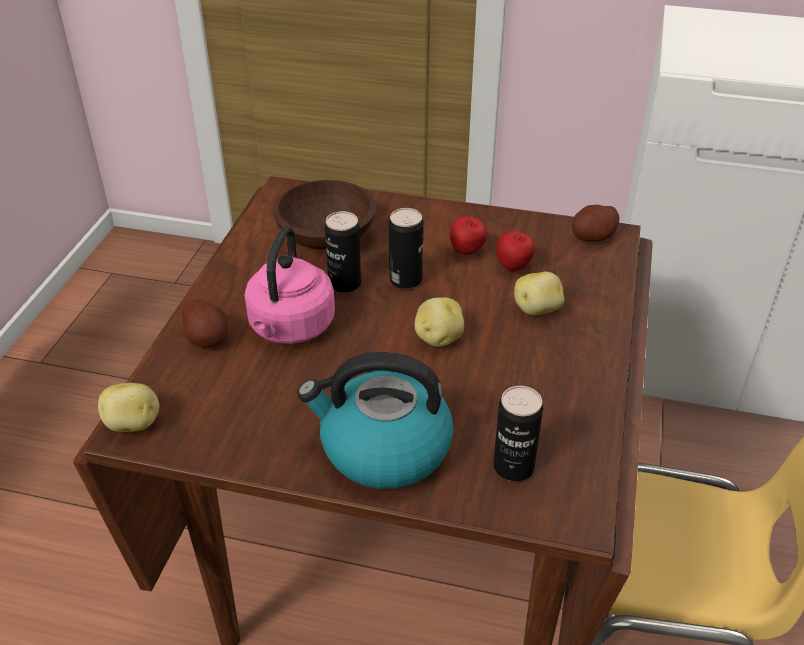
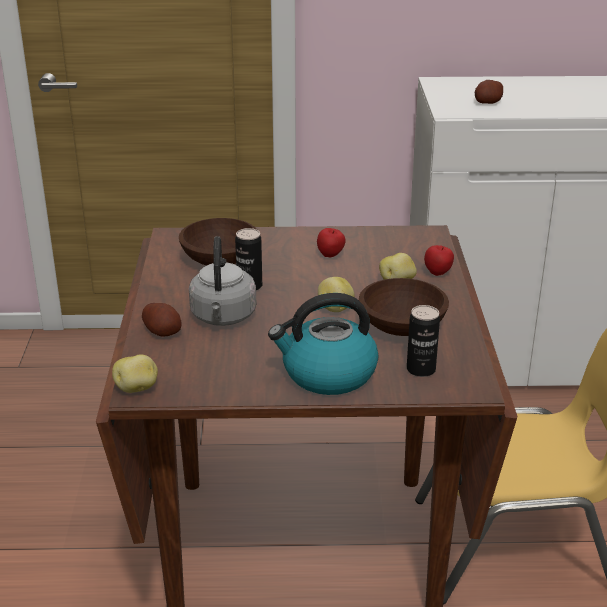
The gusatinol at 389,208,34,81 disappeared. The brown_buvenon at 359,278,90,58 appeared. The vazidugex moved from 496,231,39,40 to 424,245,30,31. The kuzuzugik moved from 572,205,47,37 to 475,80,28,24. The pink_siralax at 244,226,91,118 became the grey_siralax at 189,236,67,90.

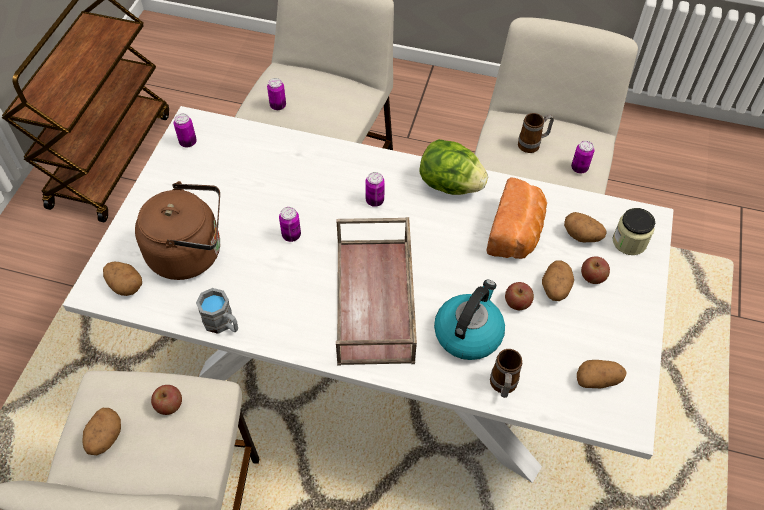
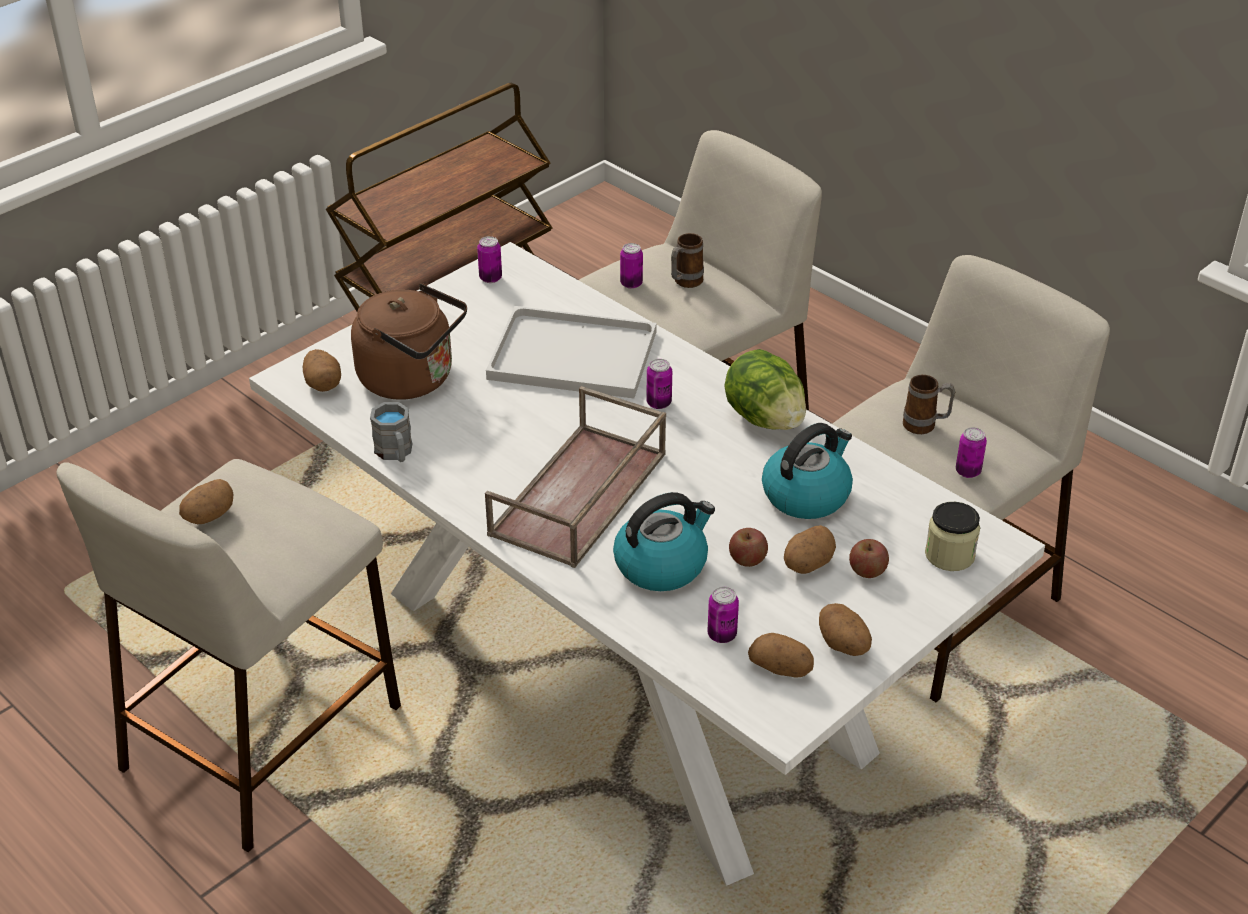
The vazidugex at 151,385,31,30 disappeared. The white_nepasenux at 486,306,171,93 appeared. The gusatinol moved from 279,207,22,35 to 707,587,32,56. The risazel moved from 490,349,32,49 to 671,233,33,55. The kuzuzugik moved from 564,212,43,30 to 819,603,53,53. The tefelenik at 487,177,60,82 was replaced by the siralax at 762,423,91,96.

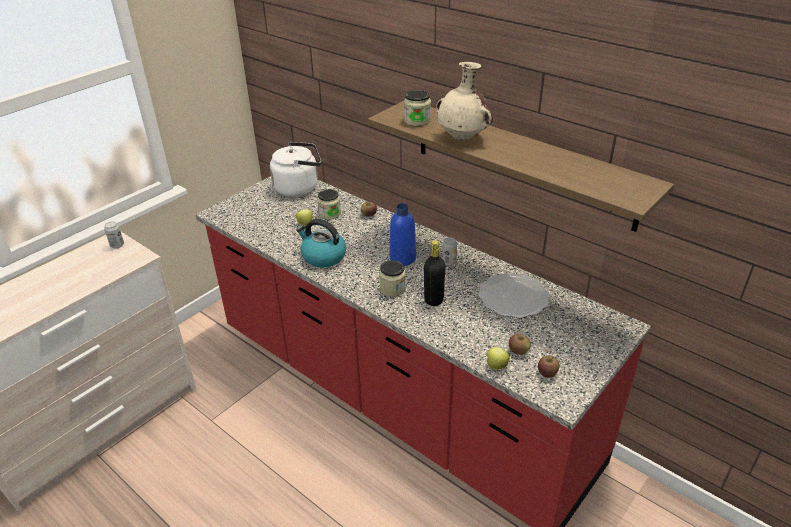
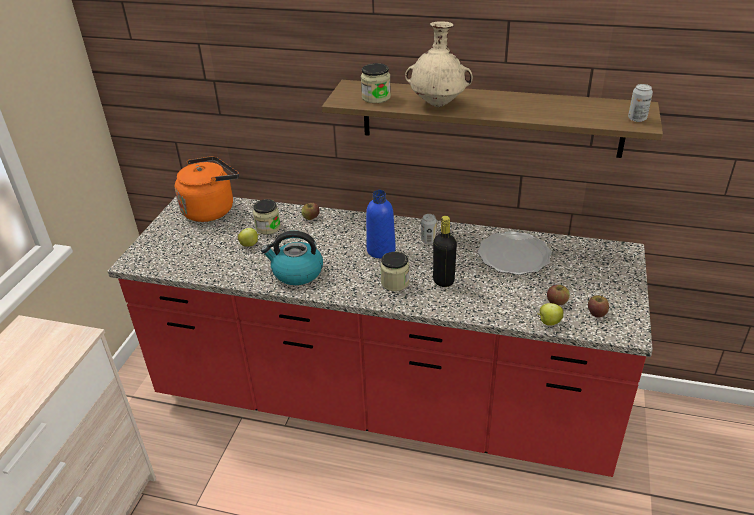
The gusatinol moved from 104,221,20,28 to 628,84,25,38. The white_siralax at 270,142,51,55 became the orange_siralax at 175,156,64,66.

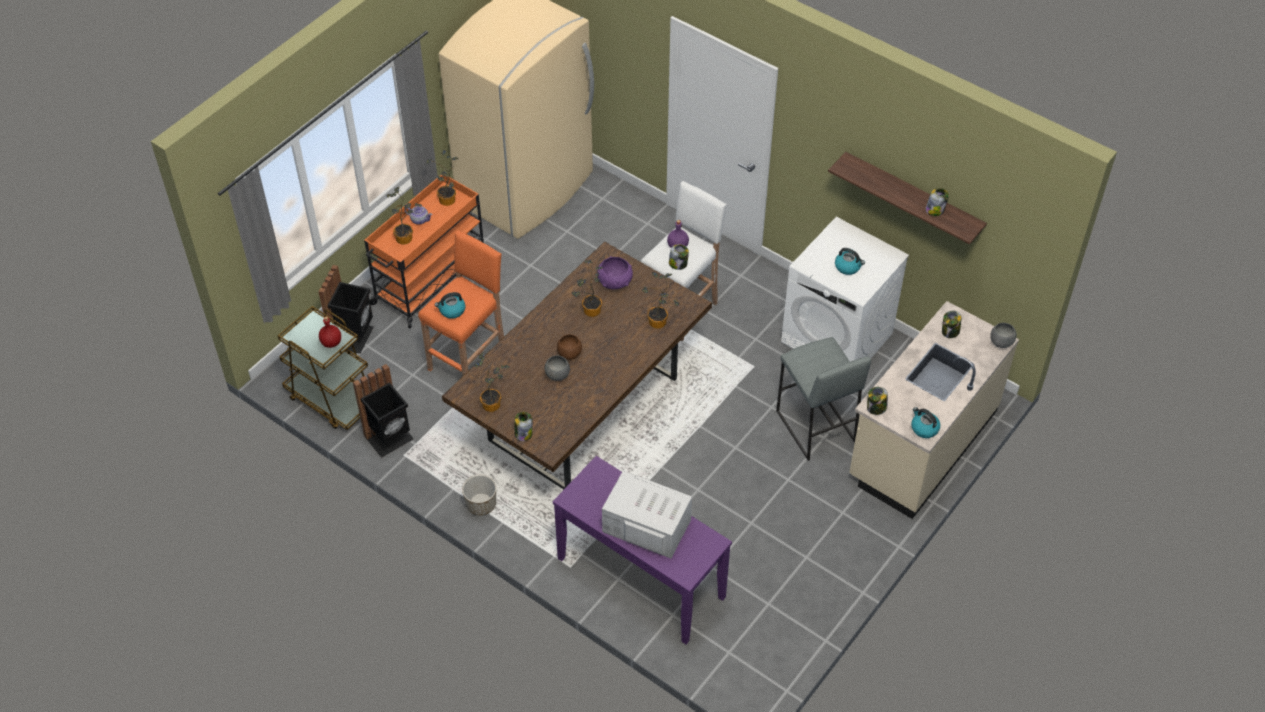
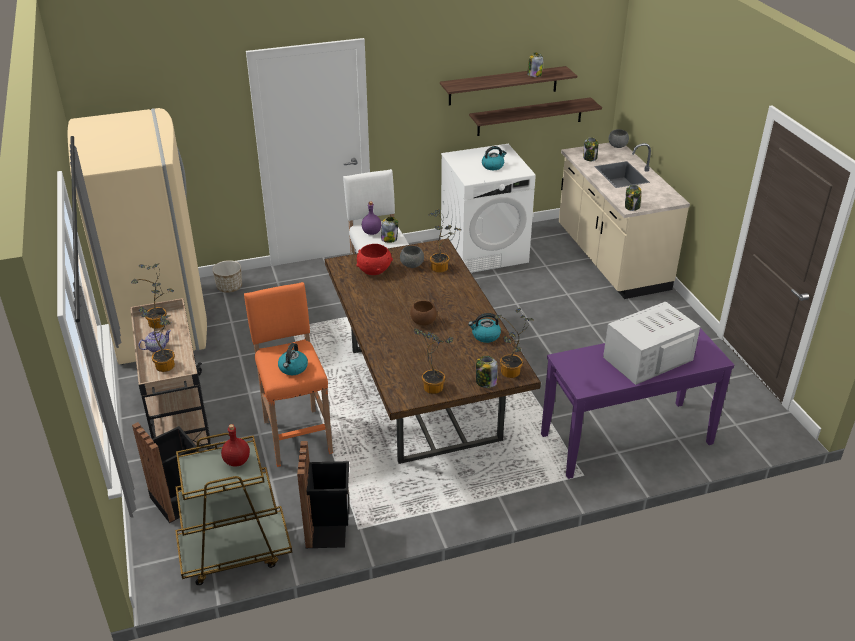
The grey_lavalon at 776,337,95,124 disappeared. The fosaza at 469,97,133,39 appeared. The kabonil moved from 462,475,34,40 to 212,260,30,33. The grey_buvenon moved from 544,355,26,26 to 400,246,24,22. The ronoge moved from 572,260,31,57 to 494,308,40,70. The siralax moved from 911,407,29,31 to 468,313,33,30. The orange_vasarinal at 364,175,128,153 became the beige_vasarinal at 130,298,85,152. The purple_buvenon at 598,256,35,33 became the red_buvenon at 356,244,37,31.

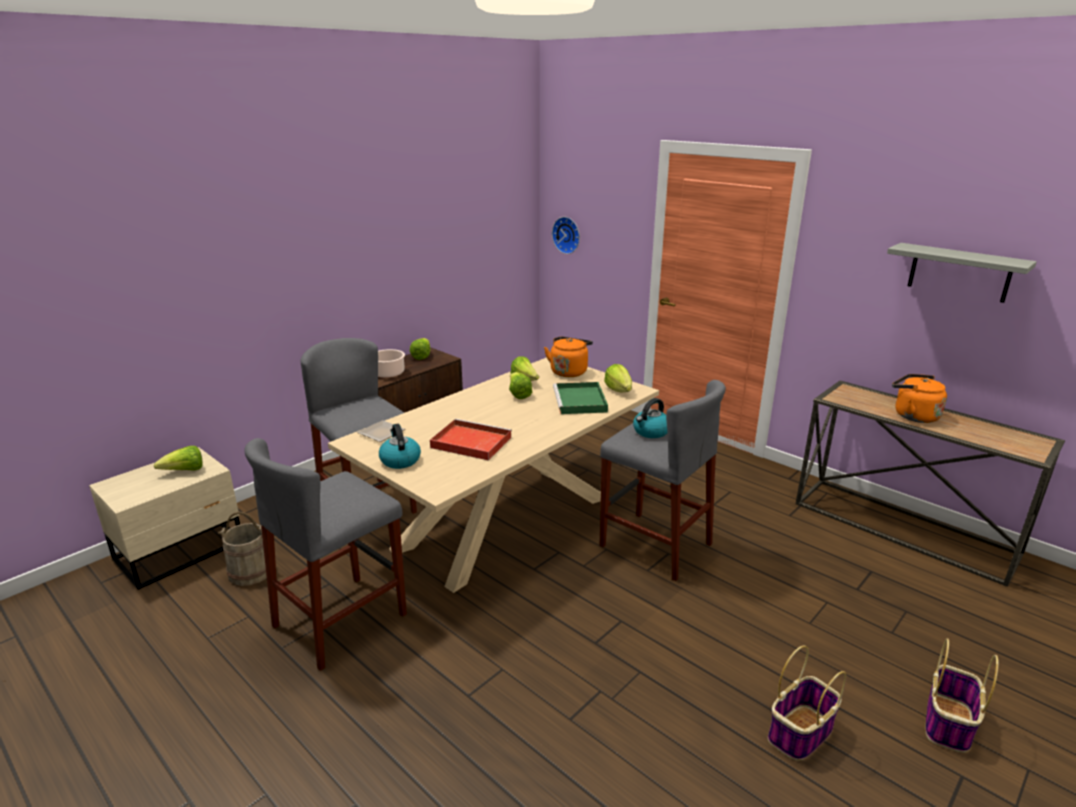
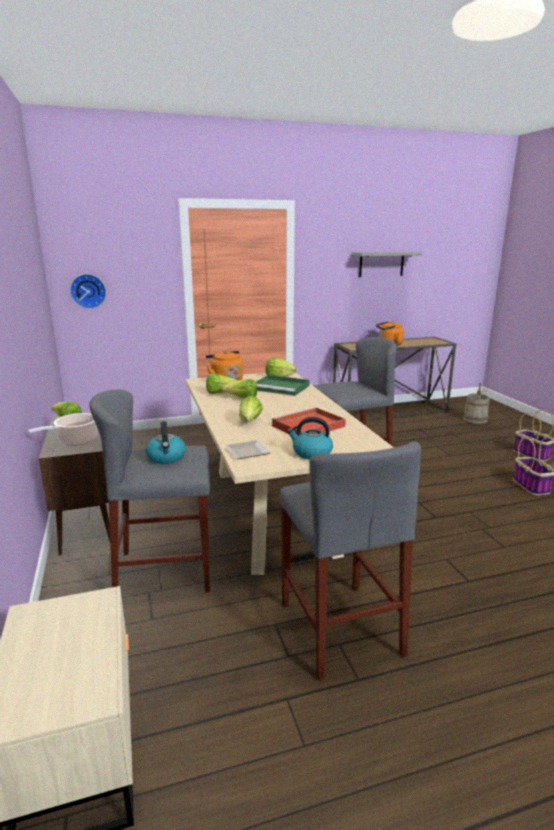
The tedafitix moved from 154,446,49,25 to 239,396,24,26. The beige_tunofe moved from 218,512,49,74 to 463,383,26,41. The siralax moved from 633,398,34,40 to 145,421,41,43.

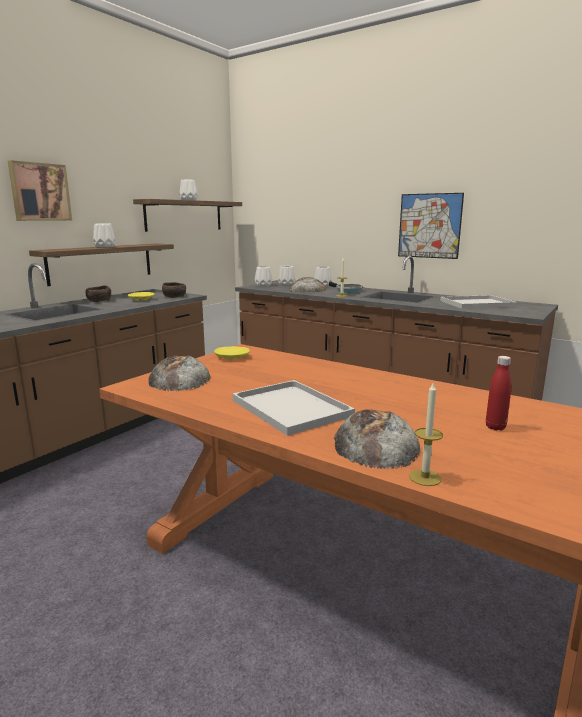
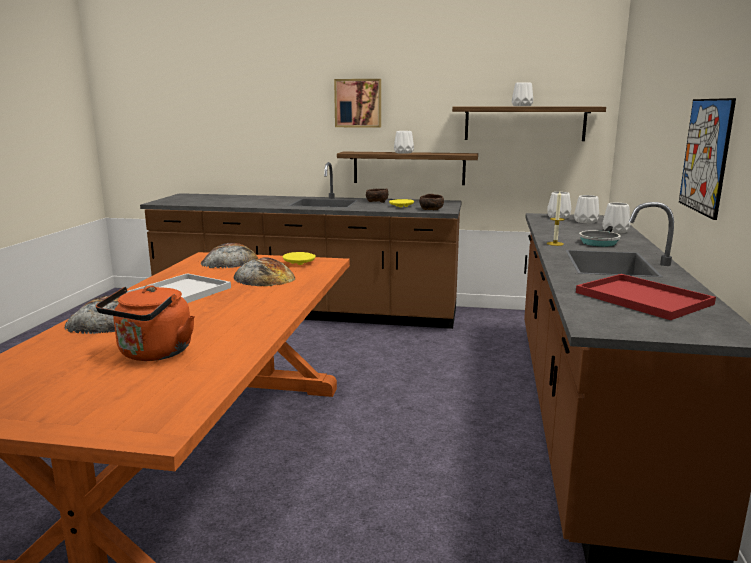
The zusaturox at 409,381,34,105 disappeared. The tefelenik moved from 288,277,39,16 to 233,257,62,29. The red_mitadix at 486,356,25,75 was replaced by the orange_siralax at 96,285,99,76. The white_nepasenux at 440,295,77,14 became the red_nepasenux at 576,274,140,46.

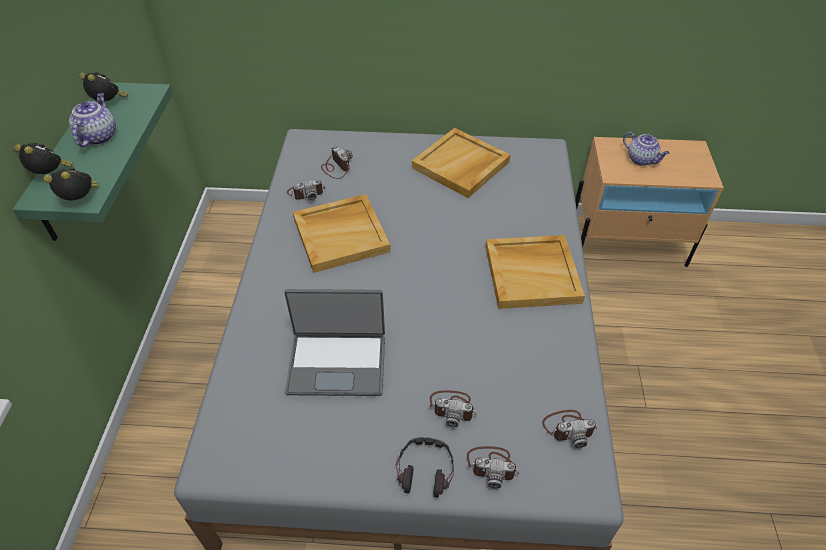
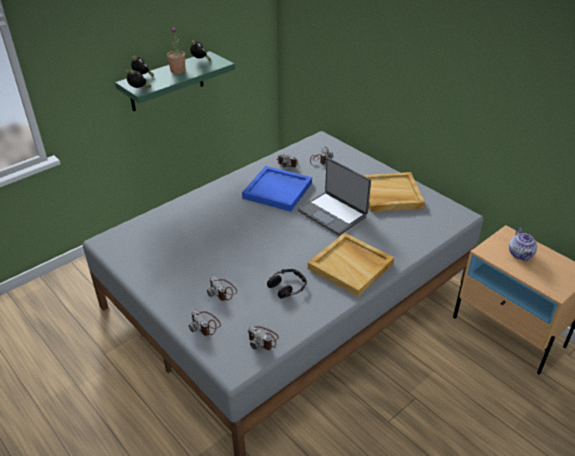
The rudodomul moved from 284,289,101,107 to 298,158,73,78. The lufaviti moved from 396,437,58,61 to 267,269,40,30. The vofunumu at 69,93,47,54 was replaced by the ronoge at 167,27,18,47. The beige_nepasenux at 293,194,98,79 became the blue_nepasenux at 242,166,70,46.

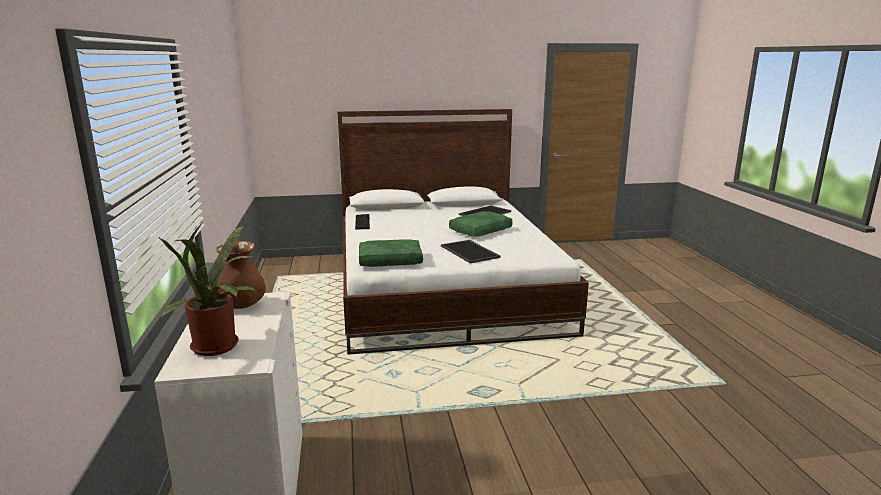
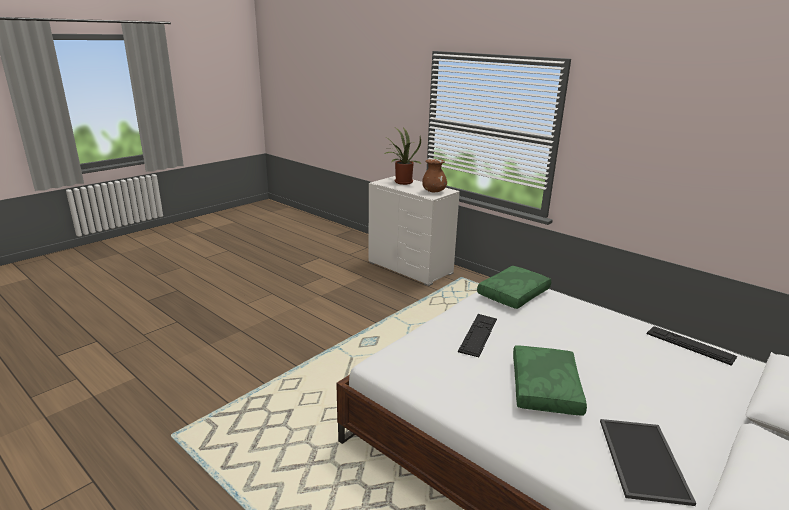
The nepasenux at 441,240,60,23 was replaced by the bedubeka at 458,314,39,43.

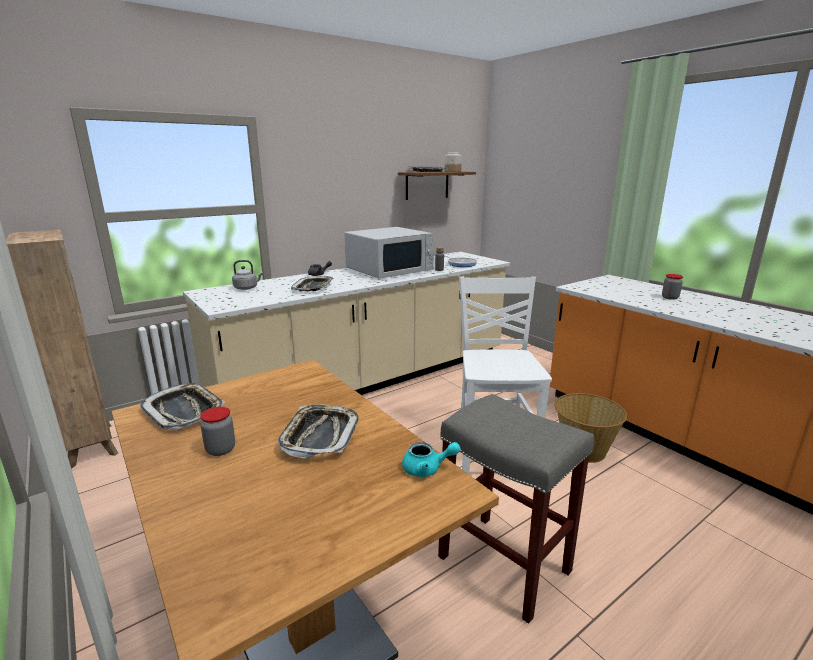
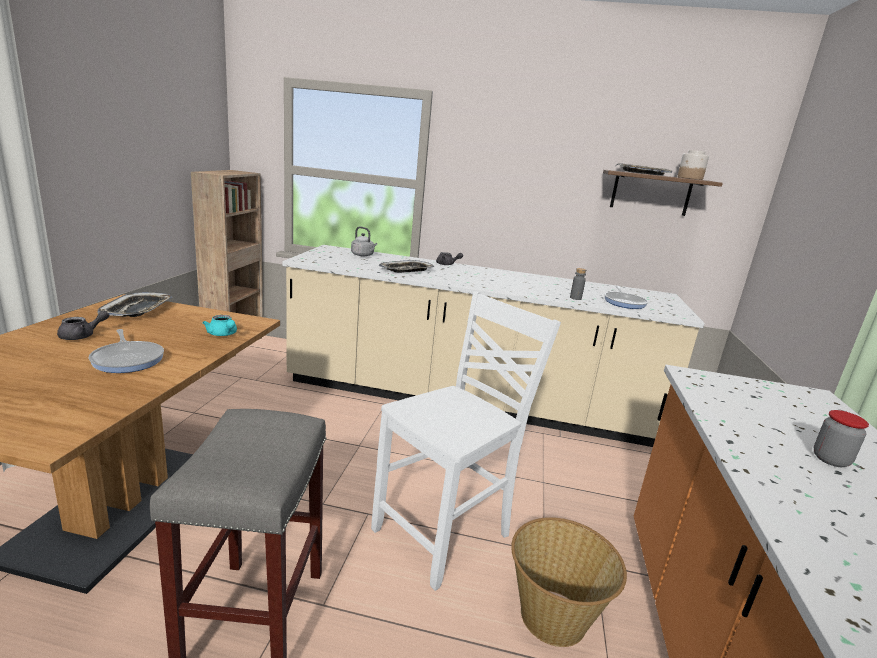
The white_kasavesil at 345,227,89,52 disappeared. The turquoise_vofunumu moved from 402,442,59,35 to 202,315,35,21. The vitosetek at 200,407,35,49 was replaced by the grey_vofunumu at 57,310,52,30. The nepasenux at 278,404,80,55 was replaced by the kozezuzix at 89,329,75,44.

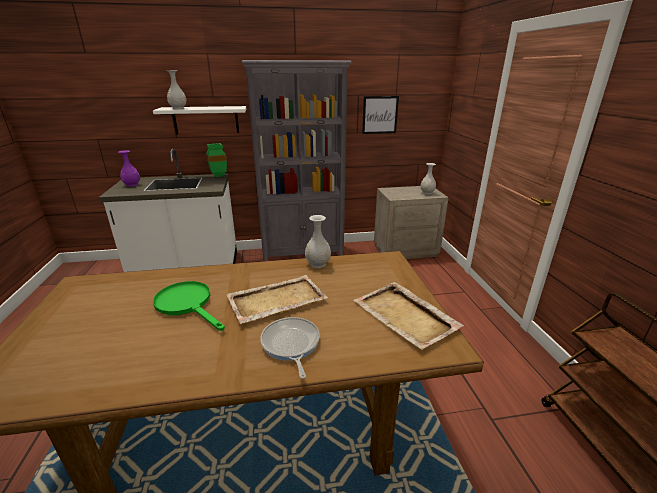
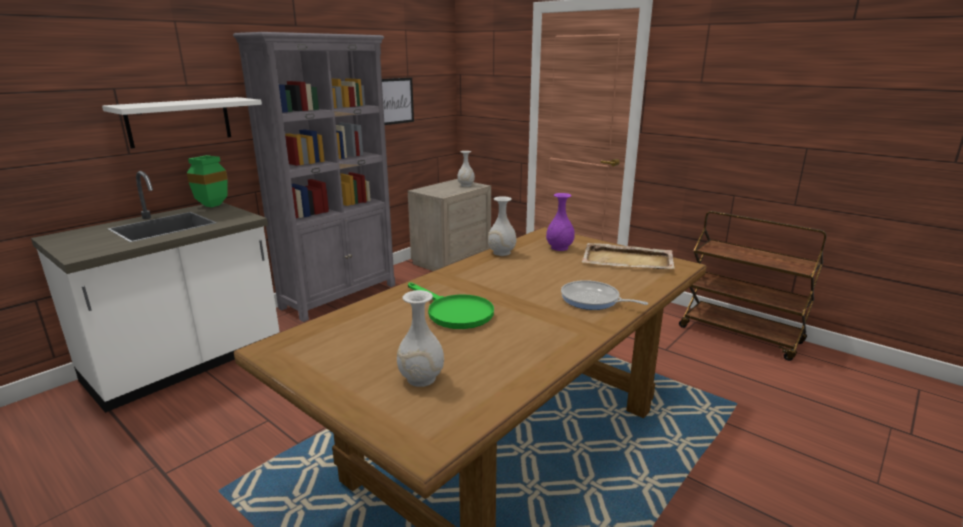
The beige_nepasenux at 226,275,102,49 disappeared. The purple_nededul moved from 118,150,22,37 to 546,193,29,58. The white_nededul moved from 166,70,21,39 to 397,290,47,97. The green_kozezuzix at 153,281,72,50 turned 135 degrees counterclockwise.

